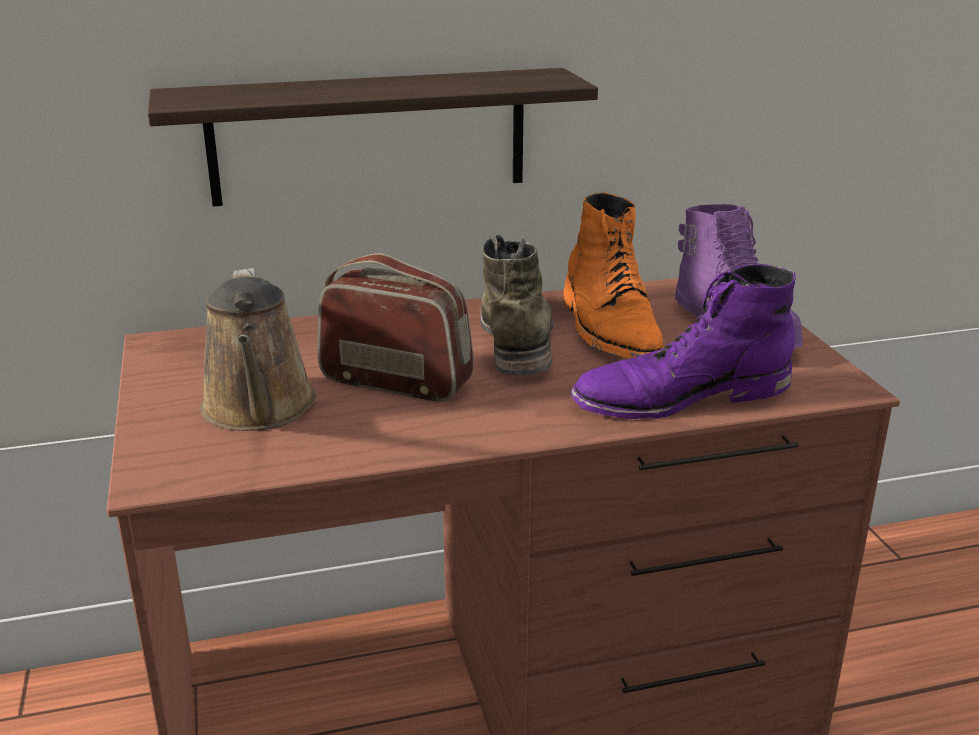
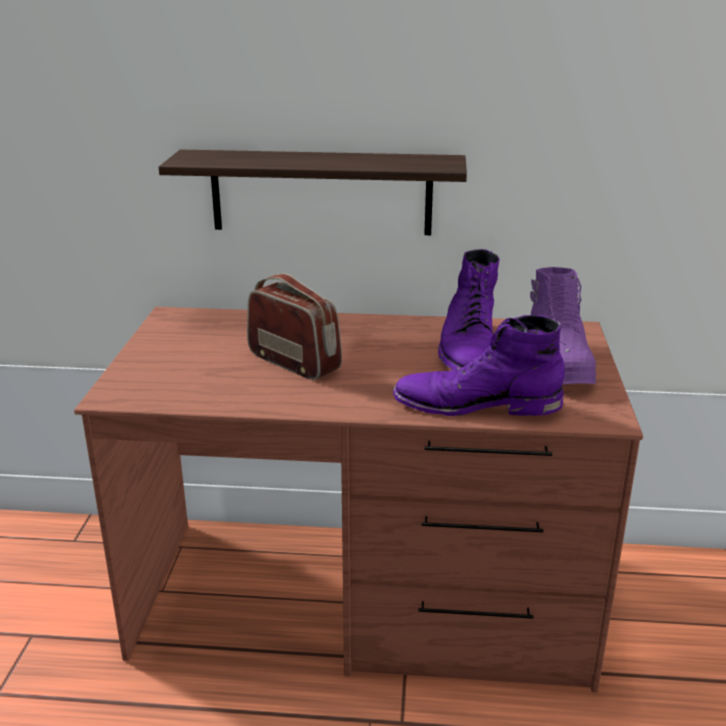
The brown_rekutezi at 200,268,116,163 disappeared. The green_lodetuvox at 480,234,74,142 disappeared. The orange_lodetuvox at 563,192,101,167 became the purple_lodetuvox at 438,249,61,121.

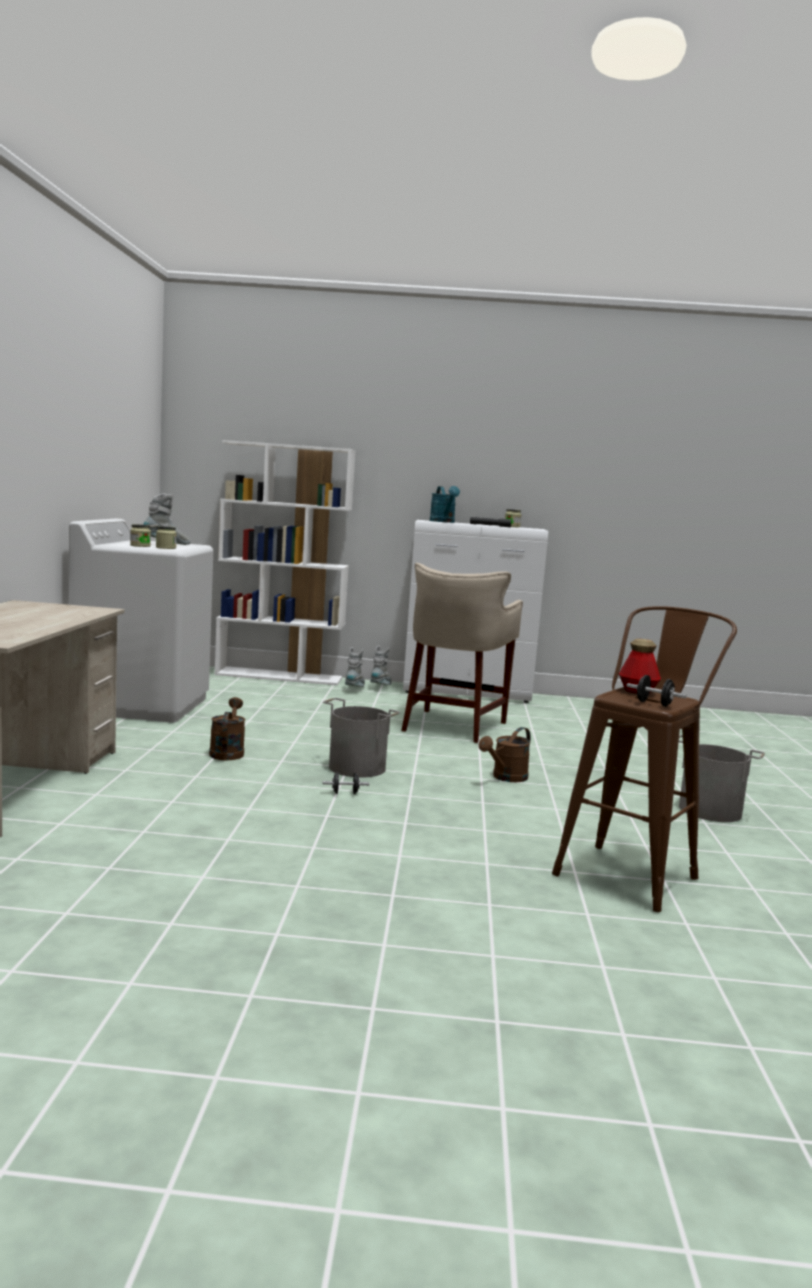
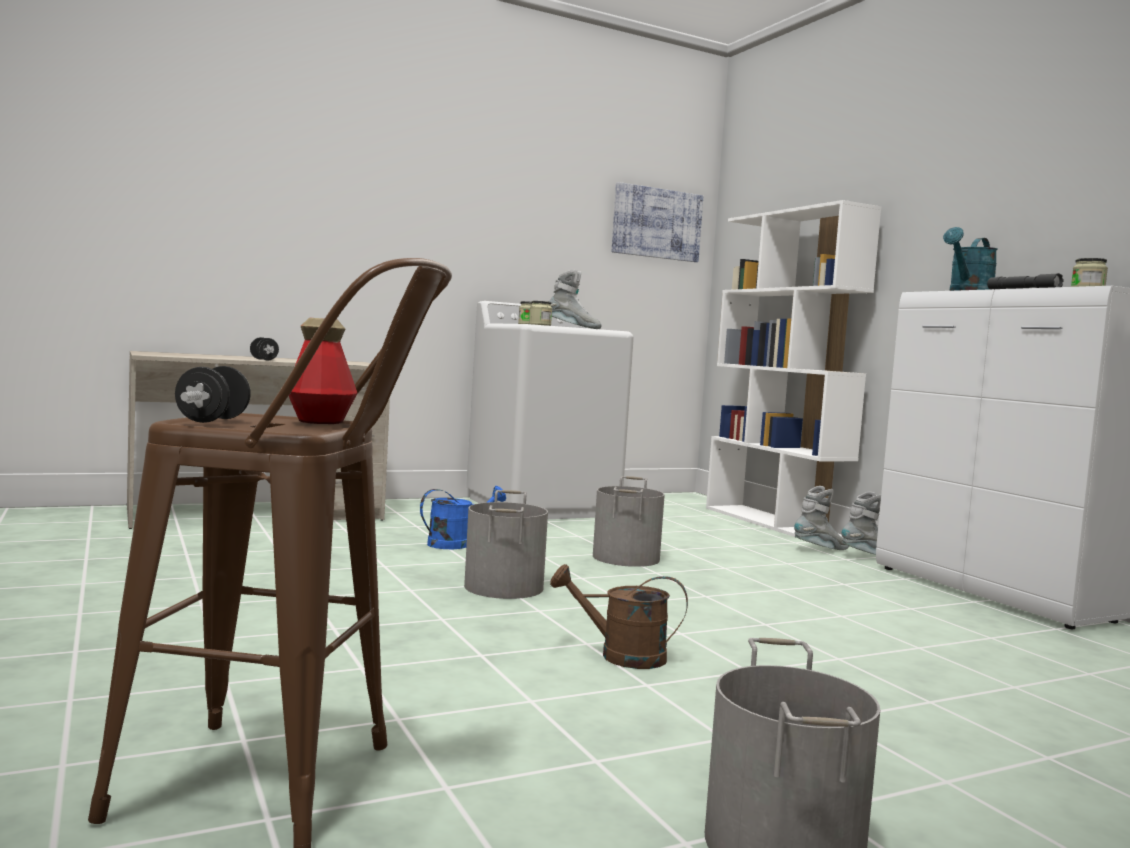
The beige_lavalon at 401,563,122,180 disappeared. The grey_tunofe at 593,476,72,91 appeared. The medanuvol at 612,182,91,80 appeared. The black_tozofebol moved from 322,772,47,22 to 250,337,29,24. The brown_rekutezi at 209,697,37,63 became the blue_rekutezi at 420,486,86,63.

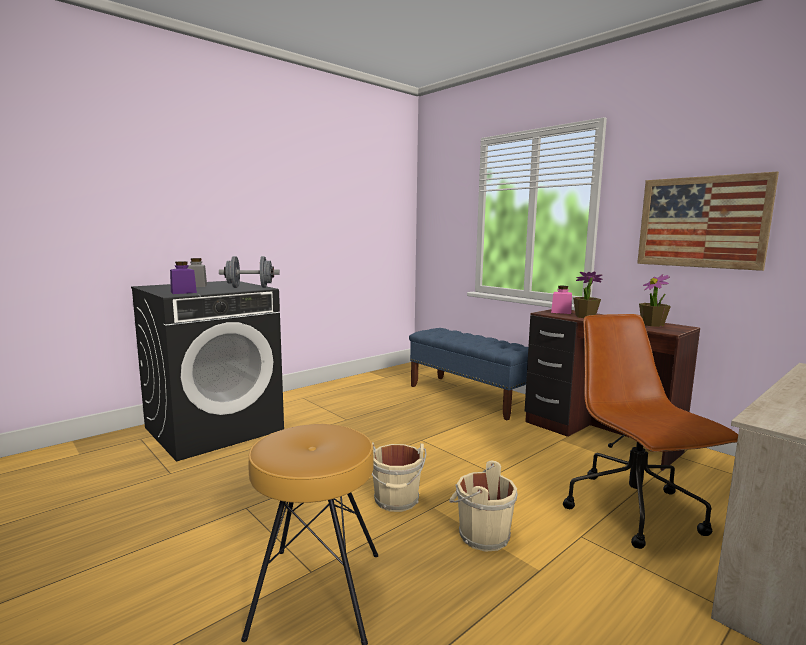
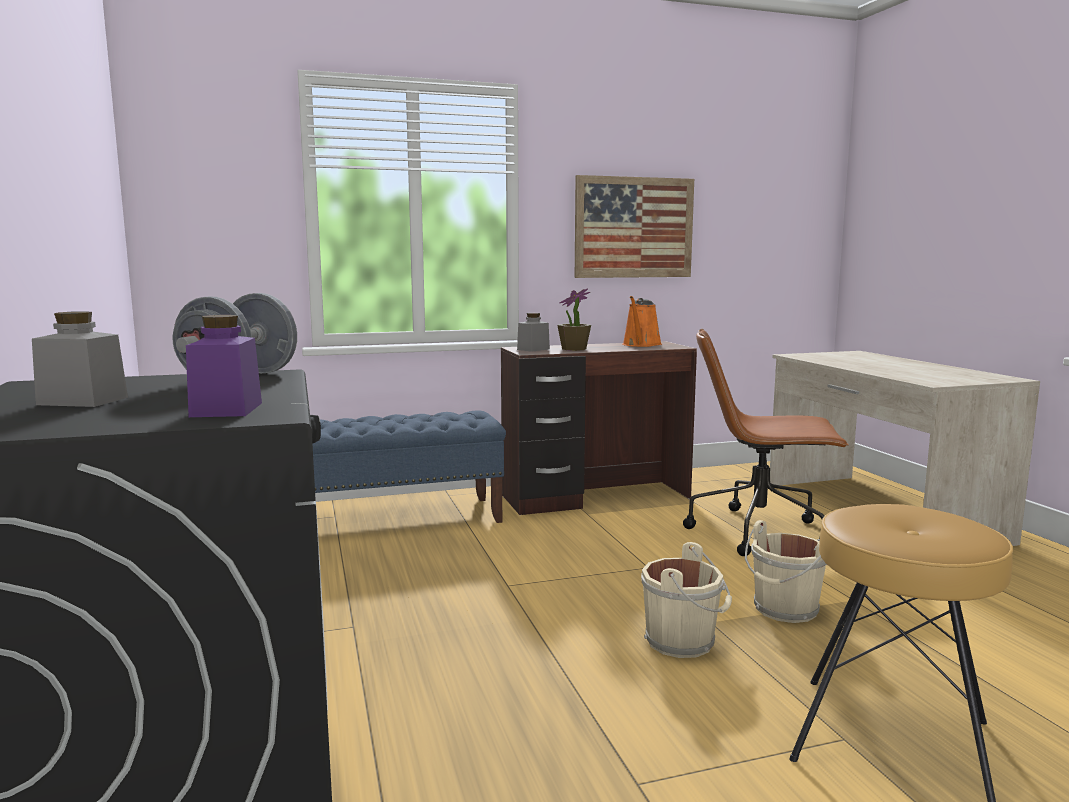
The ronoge at 639,274,32,53 was replaced by the orange_rekutezi at 622,296,40,51. The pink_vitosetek at 551,286,21,28 became the grey_vitosetek at 517,313,33,39.

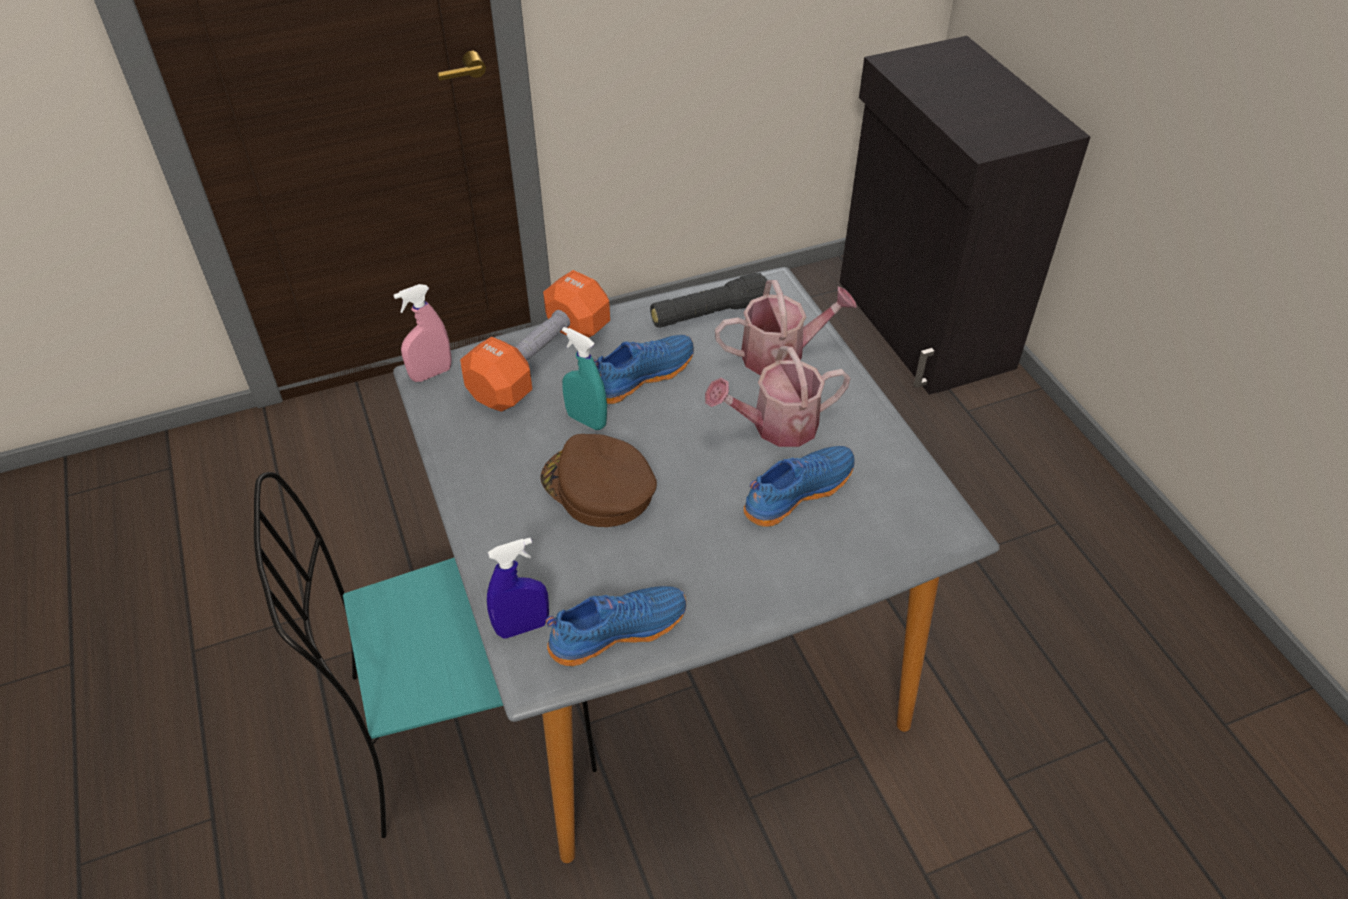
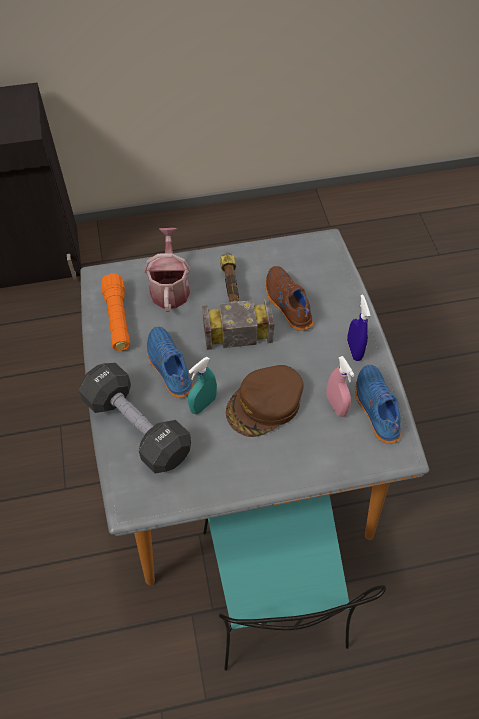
The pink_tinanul moved from 394,284,57,98 to 326,356,29,61. The blue_tinanul moved from 487,538,62,101 to 347,294,23,67. The rekutezi at 705,346,146,101 was replaced by the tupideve at 202,252,72,98. The orange_tozofebol at 460,270,150,142 became the black_tozofebol at 79,363,112,110. The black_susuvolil at 650,273,120,55 became the orange_susuvolil at 101,273,29,78. The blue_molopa at 744,446,111,81 became the brown_molopa at 266,266,47,65.

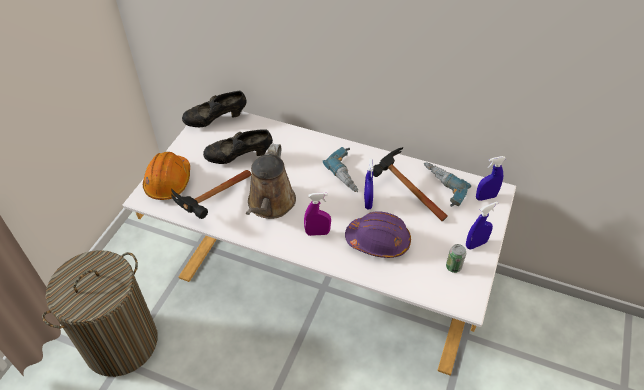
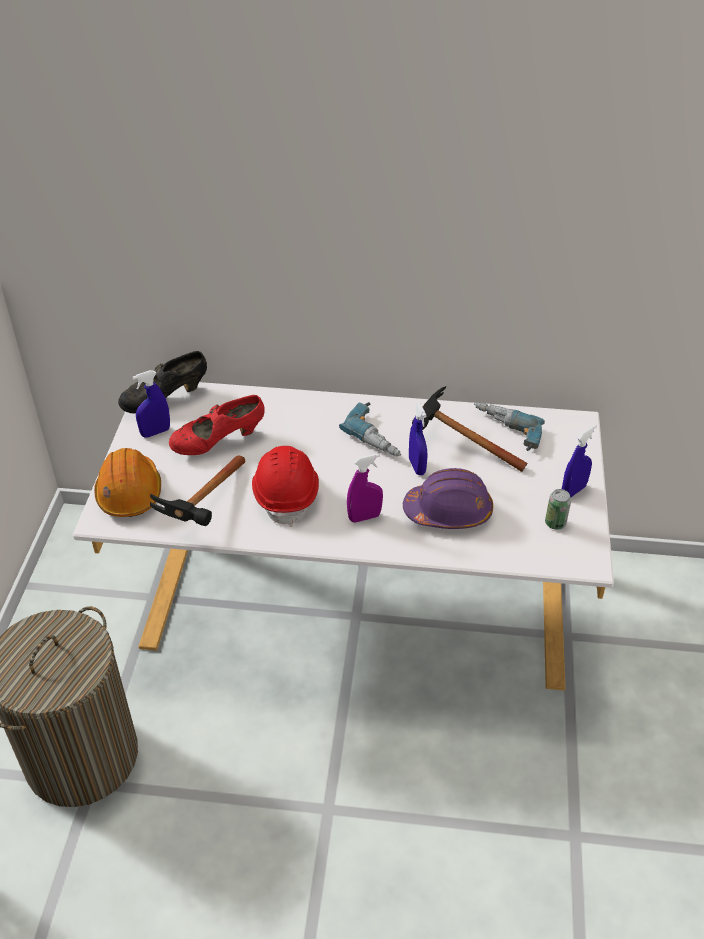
The blue_tinanul moved from 476,156,30,45 to 132,370,38,68. The brown_rekutezi at 246,143,50,76 was replaced by the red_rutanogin at 252,446,67,81. The black_molopa at 203,129,70,35 became the red_molopa at 169,395,96,60.

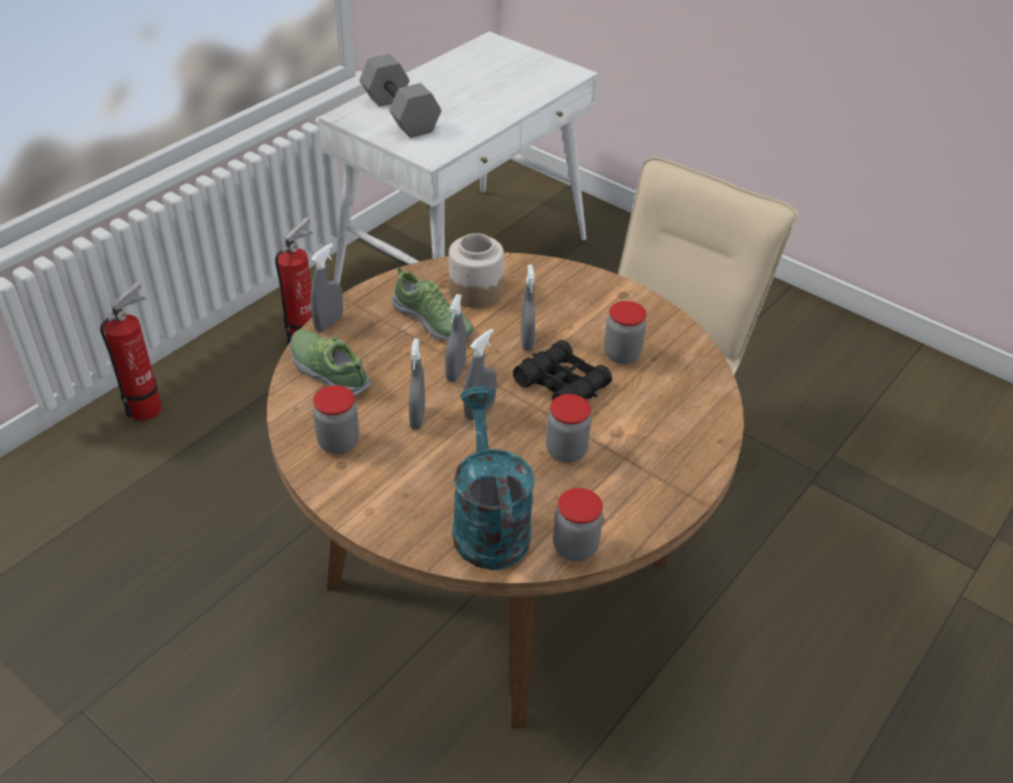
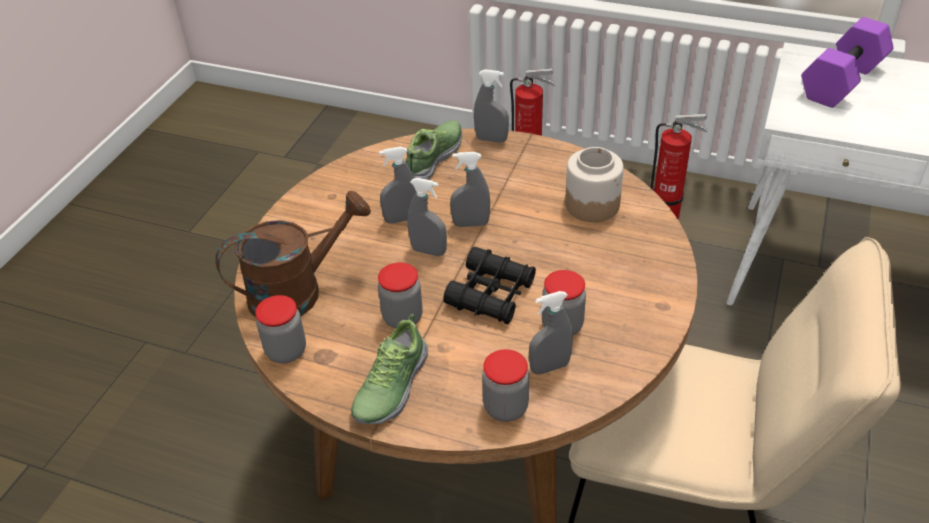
The vitosetek moved from 313,385,46,69 to 482,349,47,73. The molopa moved from 392,267,82,74 to 351,314,77,110. The grey_tinanul moved from 521,265,14,86 to 529,291,44,84. The grey_tozofebol at 360,54,81,84 became the purple_tozofebol at 801,17,93,91. The turquoise_rekutezi at 453,386,82,184 became the brown_rekutezi at 215,191,156,126.

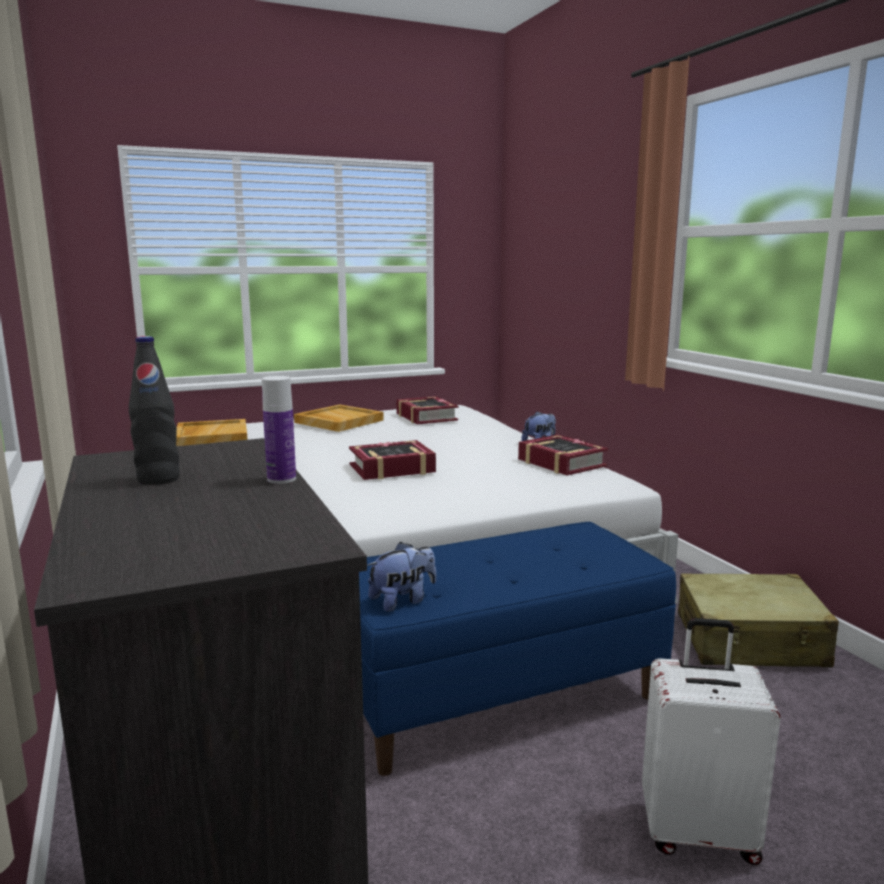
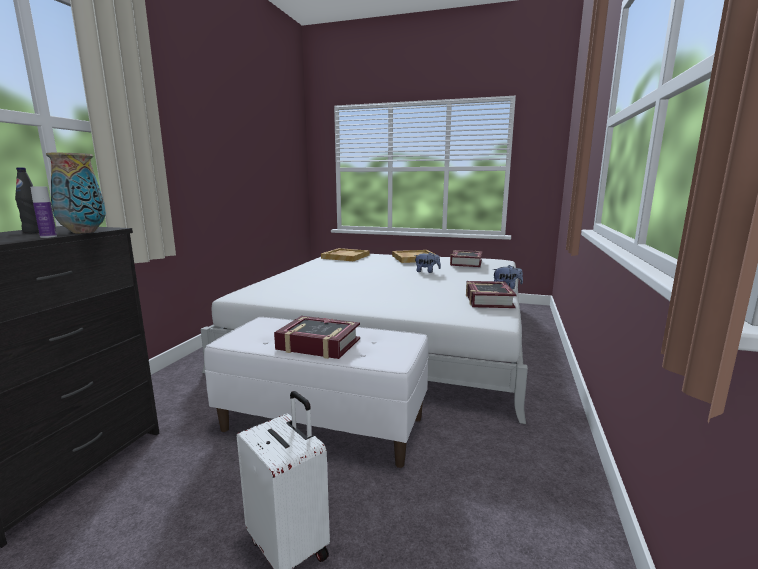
The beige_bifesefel at 678,573,161,94 disappeared. The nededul at 46,153,60,80 appeared. The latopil moved from 349,440,87,40 to 274,316,86,43. The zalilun moved from 367,542,69,70 to 414,252,27,21. The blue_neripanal at 359,522,317,254 became the white_neripanal at 204,317,225,151.

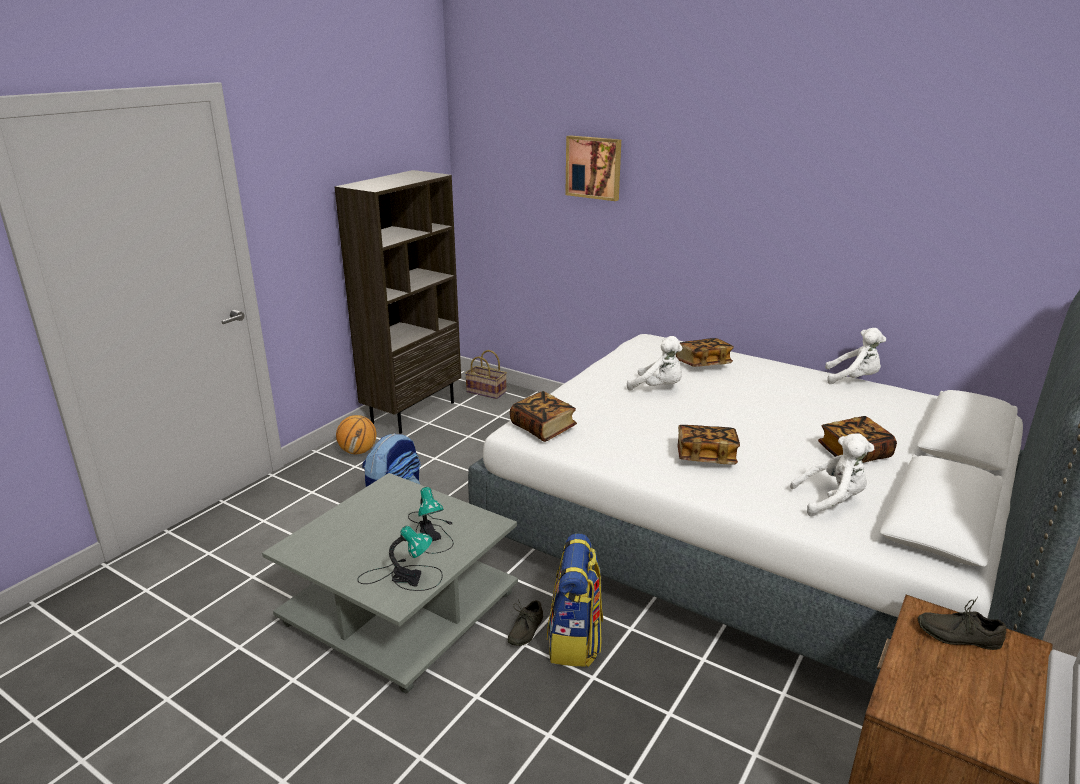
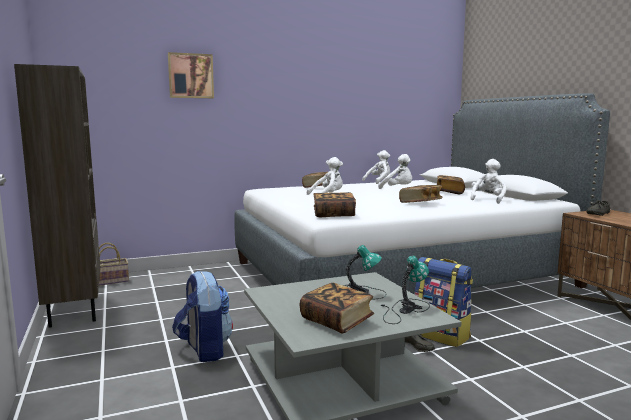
The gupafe at 336,415,40,39 disappeared. The latopil at 300,283,74,50 appeared. The white_zalilun at 378,154,34,35 appeared.

